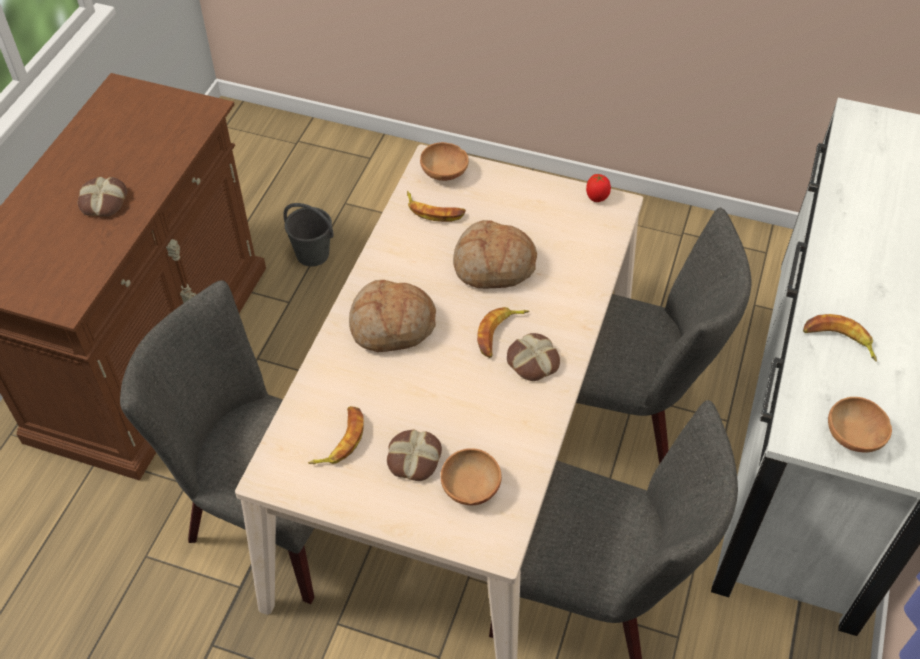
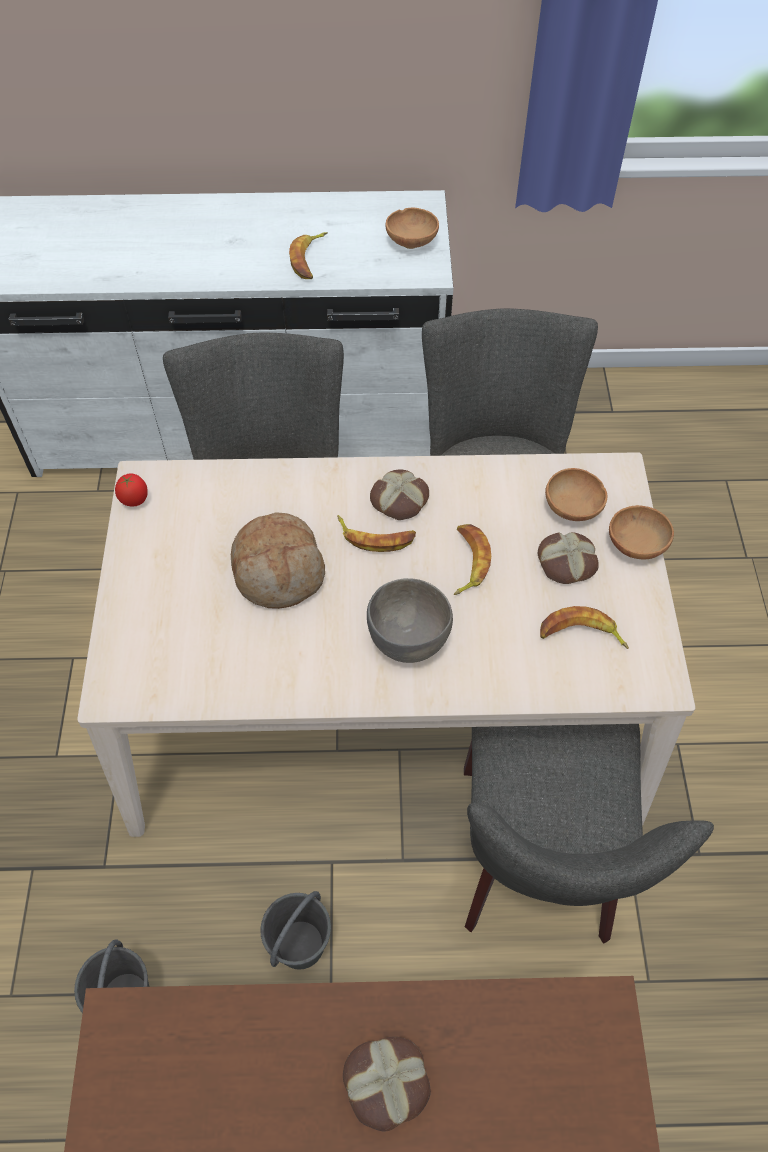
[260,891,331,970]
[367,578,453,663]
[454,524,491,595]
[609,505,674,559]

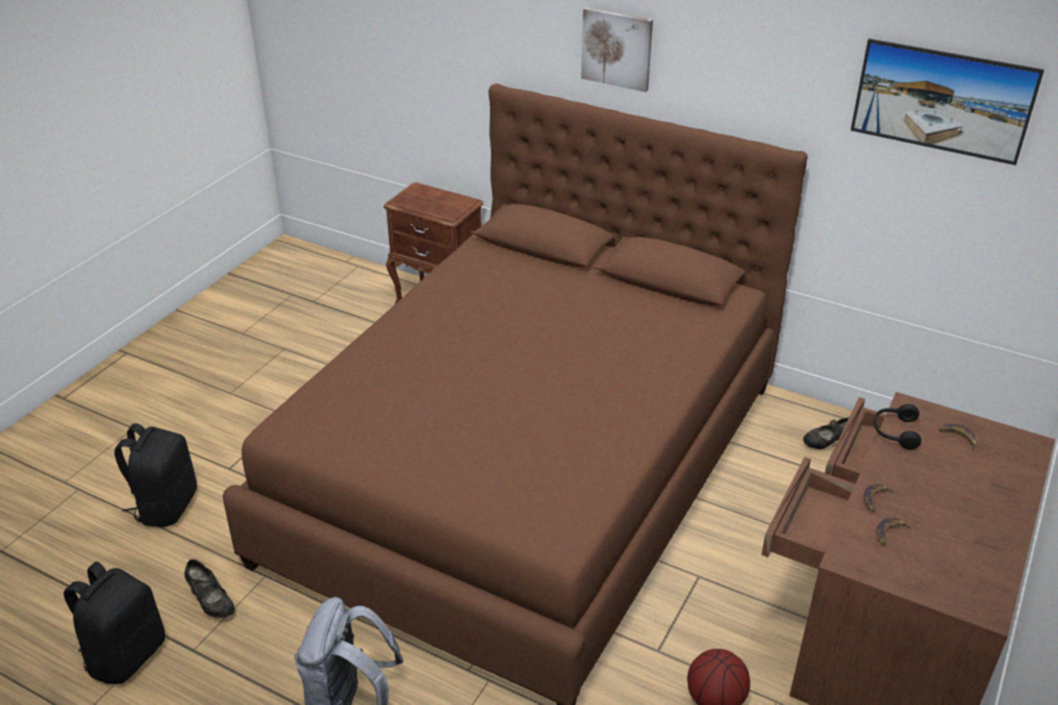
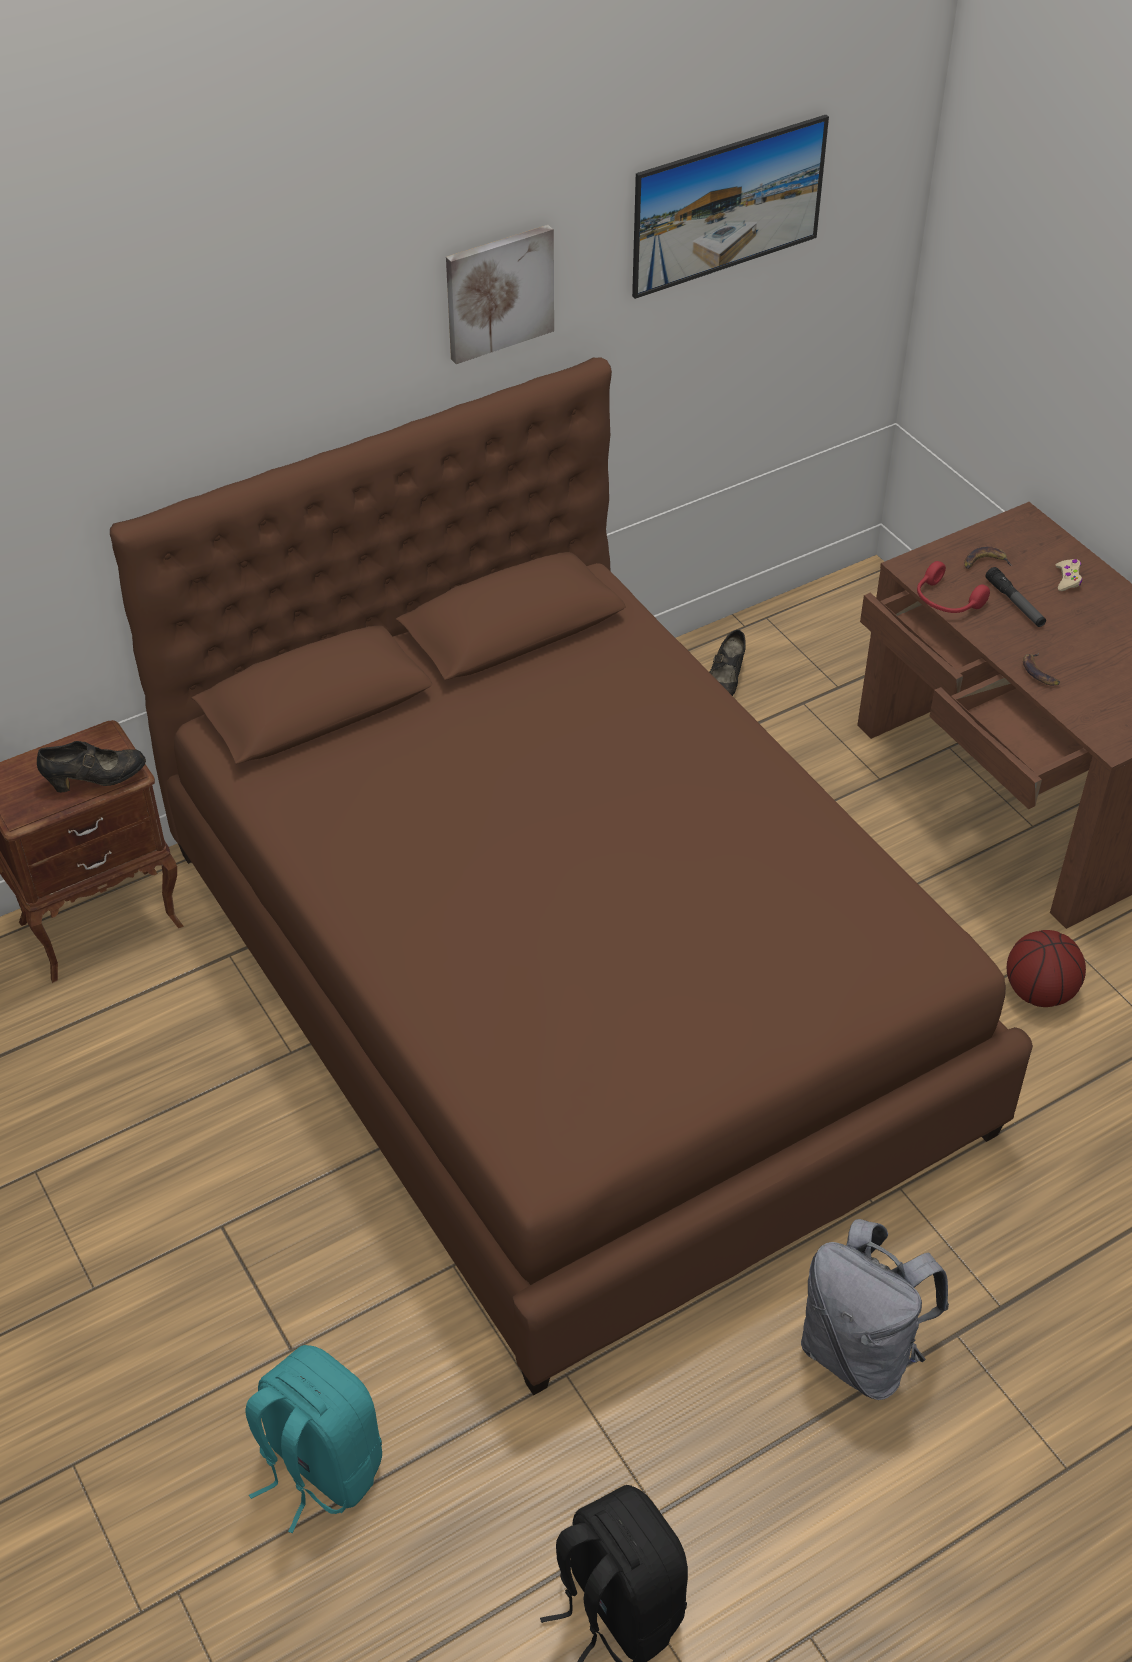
[37,741,146,793]
[245,1345,382,1533]
[446,225,554,364]
[917,561,990,613]
[986,567,1046,627]
[1056,559,1082,591]
[876,517,913,545] (first image)

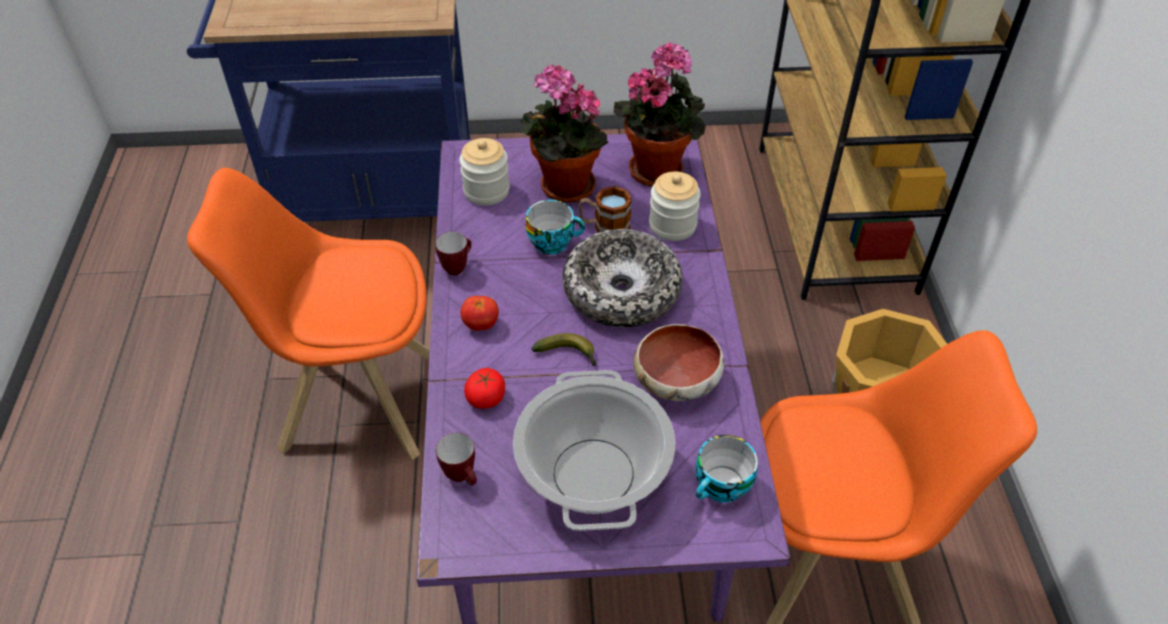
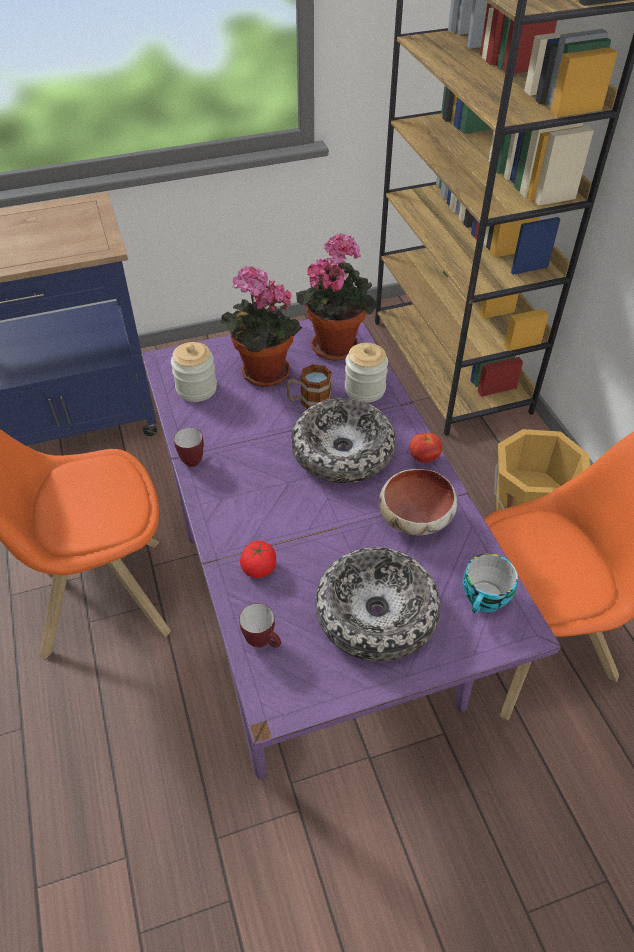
[315,547,440,662]
[410,433,442,463]
[525,200,585,255] (first image)
[531,333,597,366] (first image)

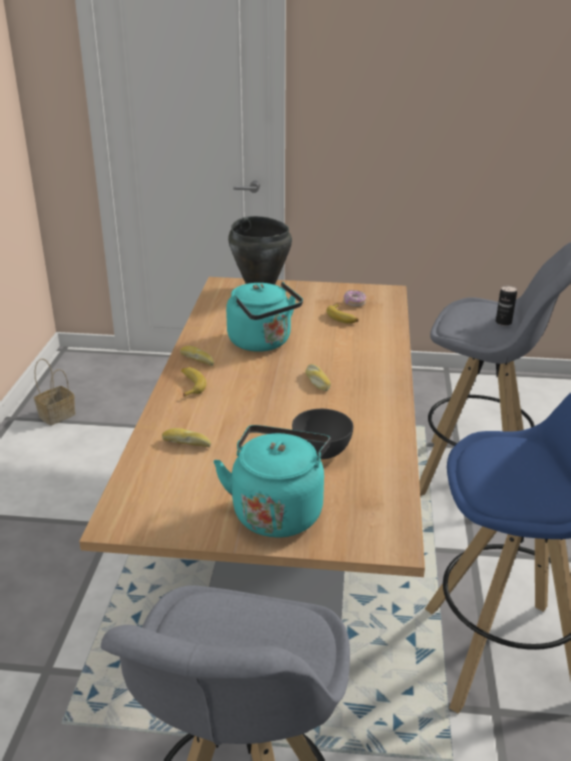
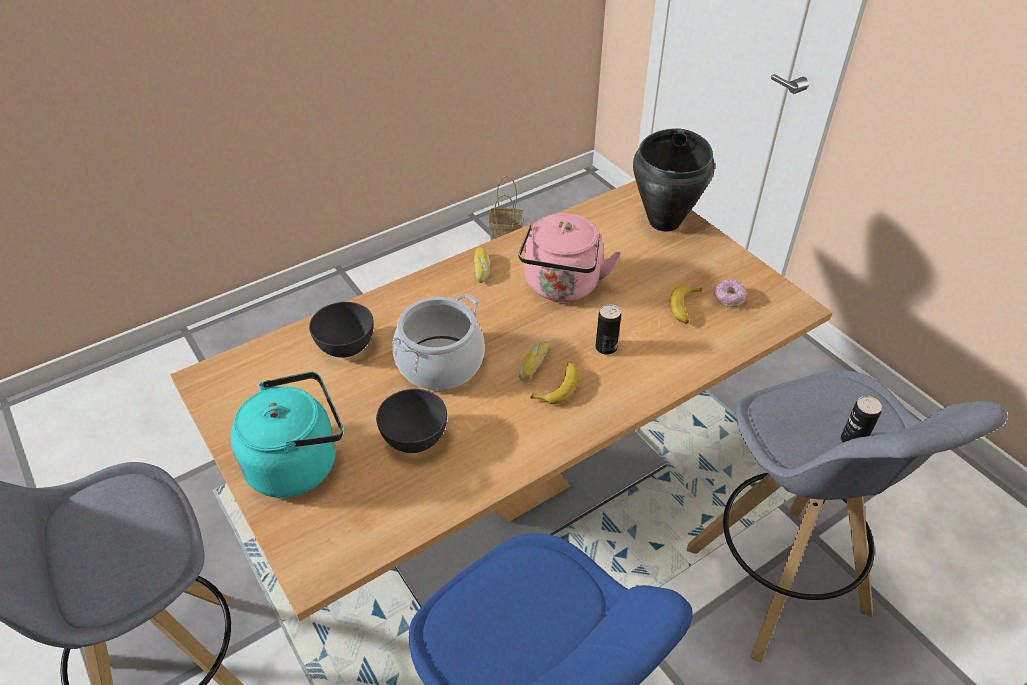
[309,302,374,358]
[392,294,485,390]
[518,213,621,302]
[530,361,579,404]
[595,304,621,355]

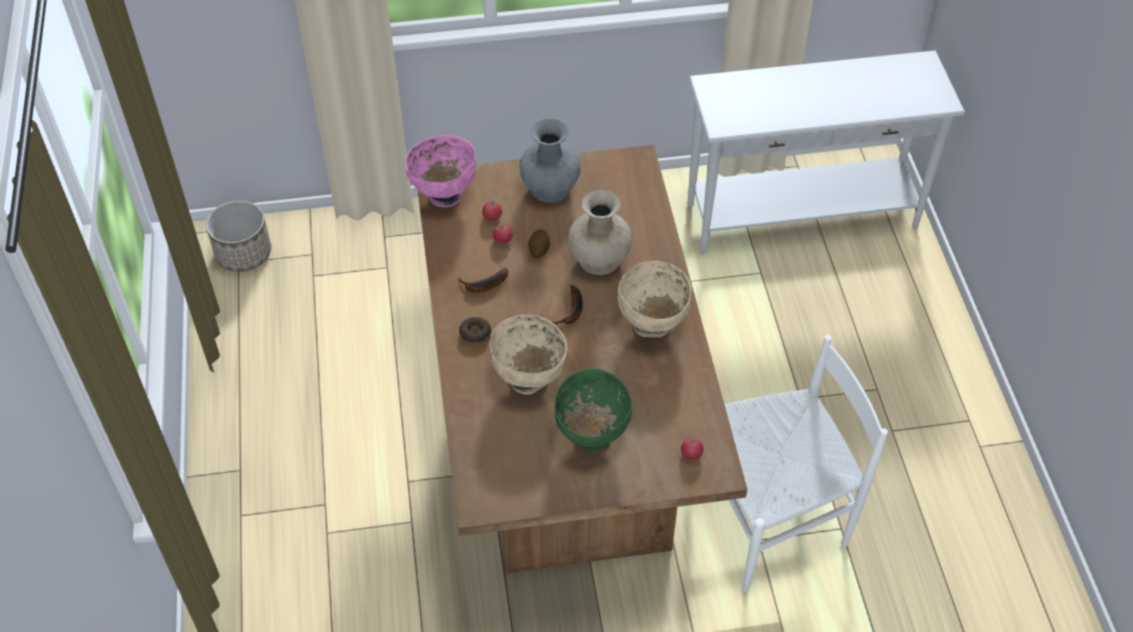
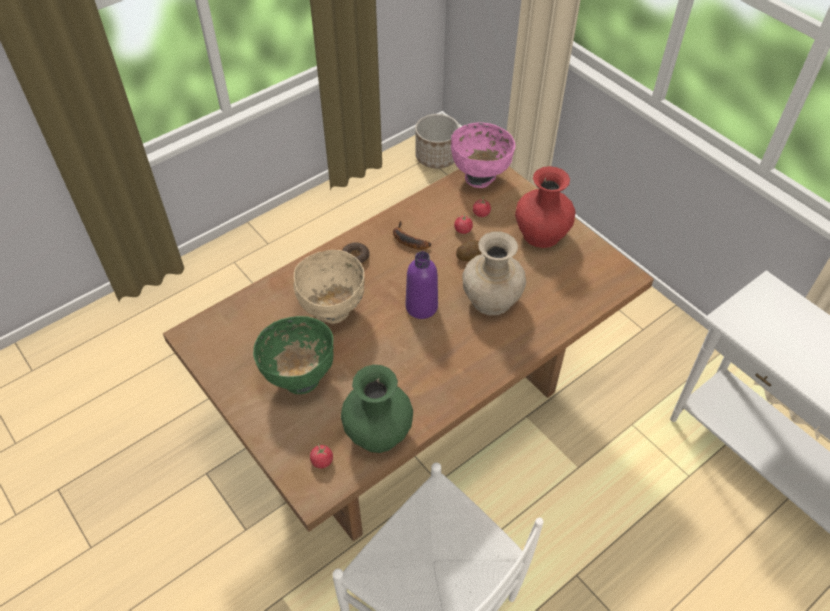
[341,364,413,453]
[406,251,438,319]
[515,166,576,248]
[618,261,691,337] (first image)

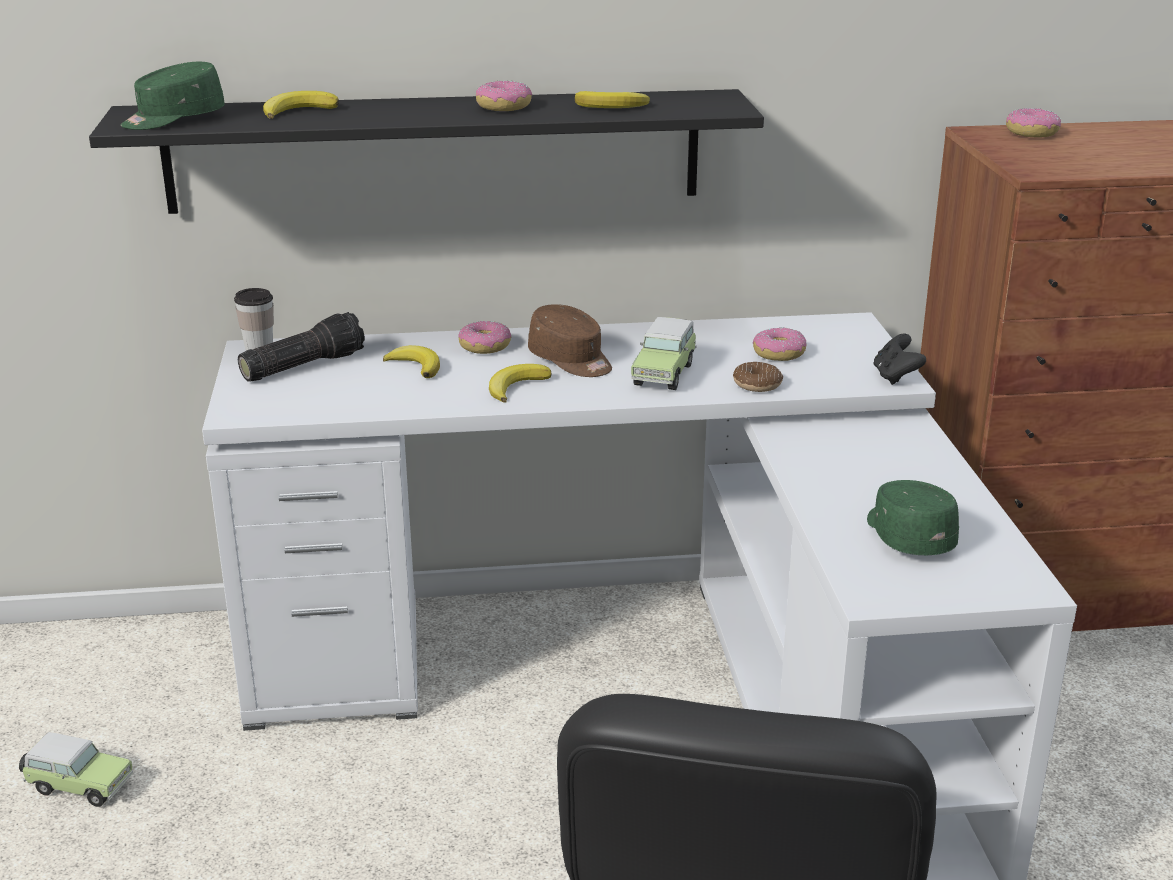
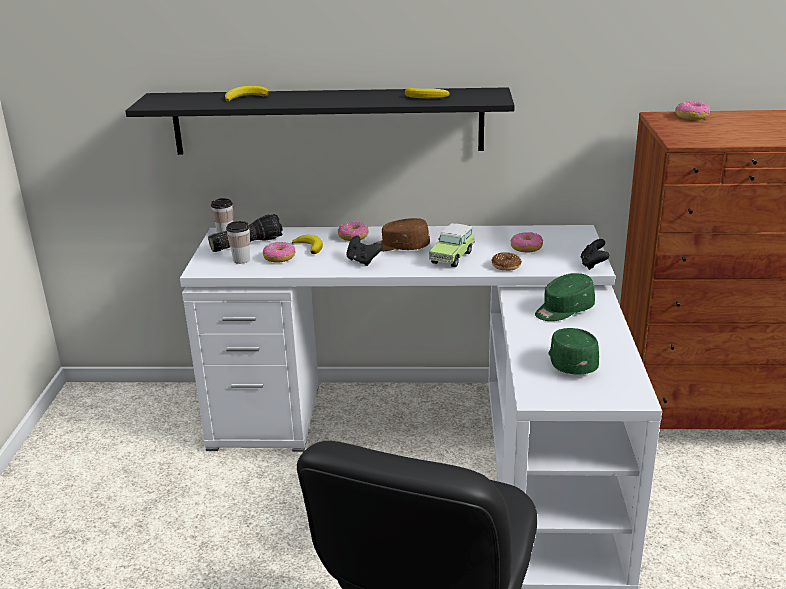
[226,221,250,264]
[263,242,295,263]
[346,235,383,266]
[373,218,430,251]
[535,273,595,321]
[19,732,133,807] (first image)

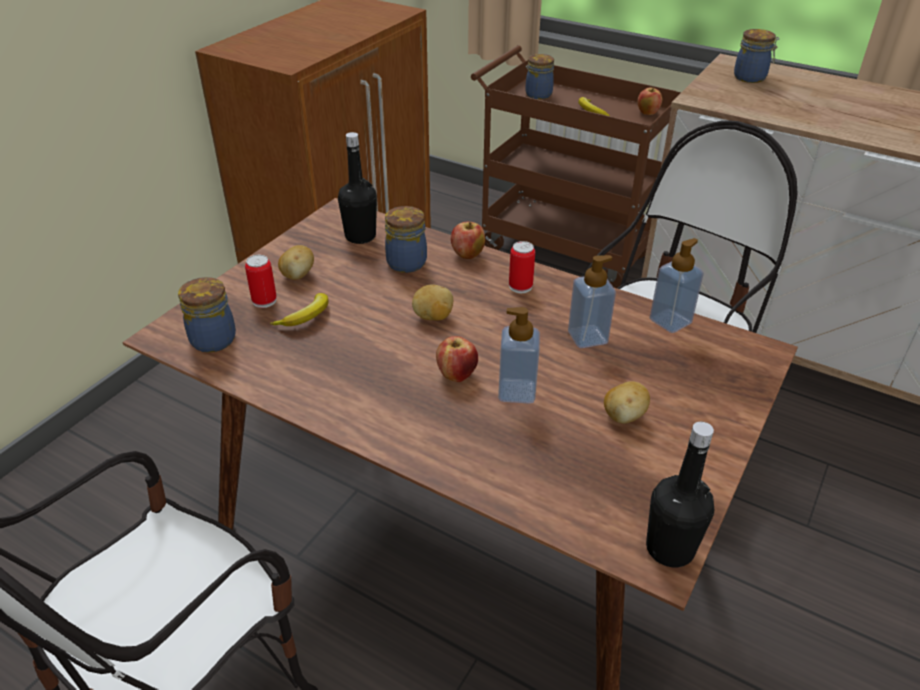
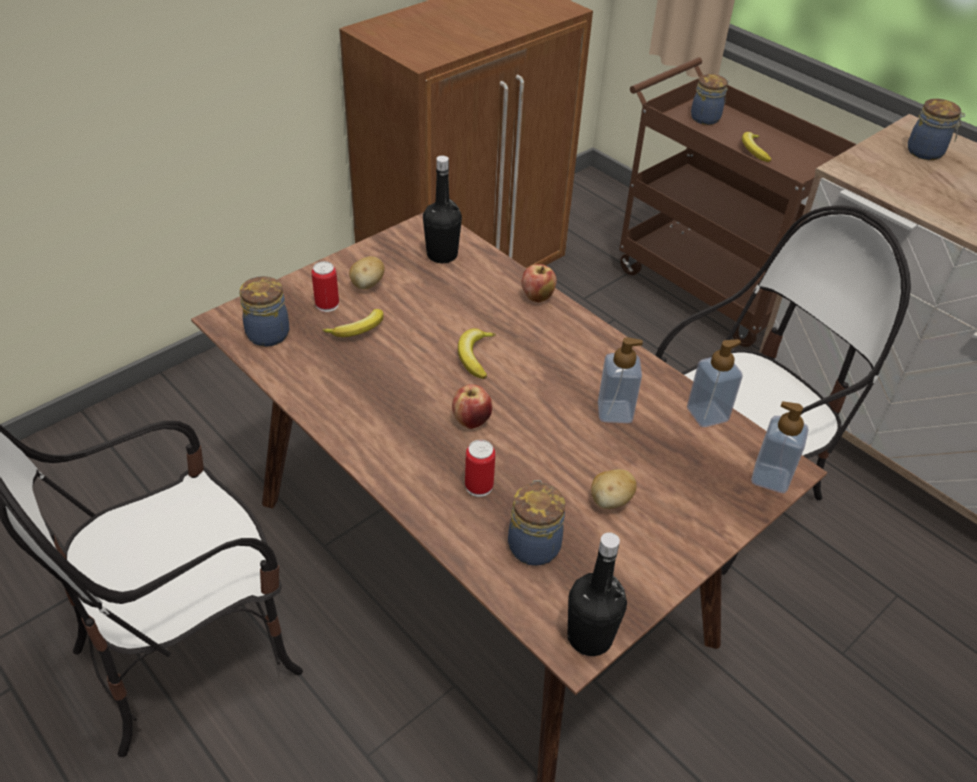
[458,328,496,379]
[465,440,495,497]
[508,480,565,566]
[751,401,809,493]
[638,87,662,115] (first image)

